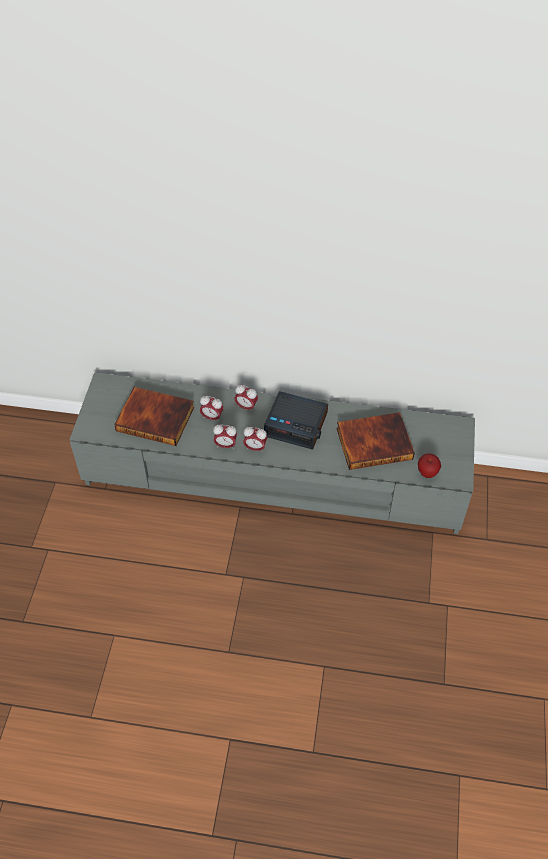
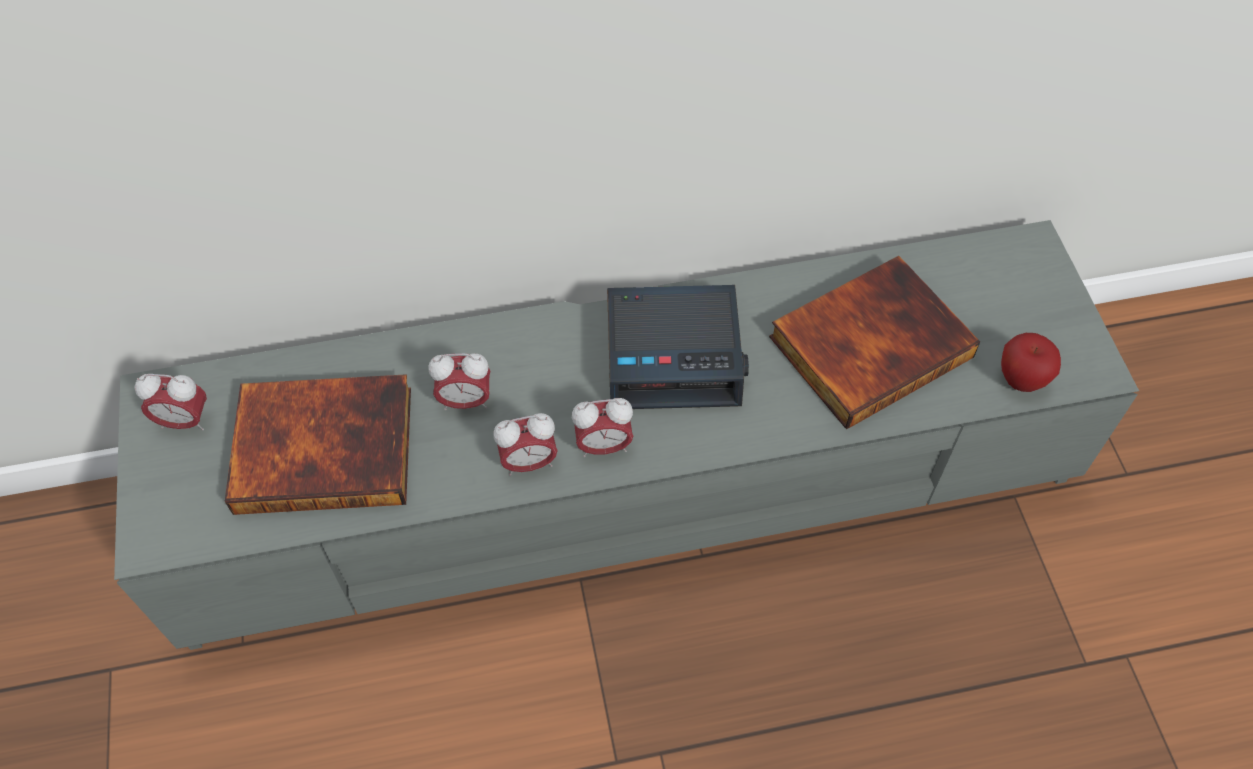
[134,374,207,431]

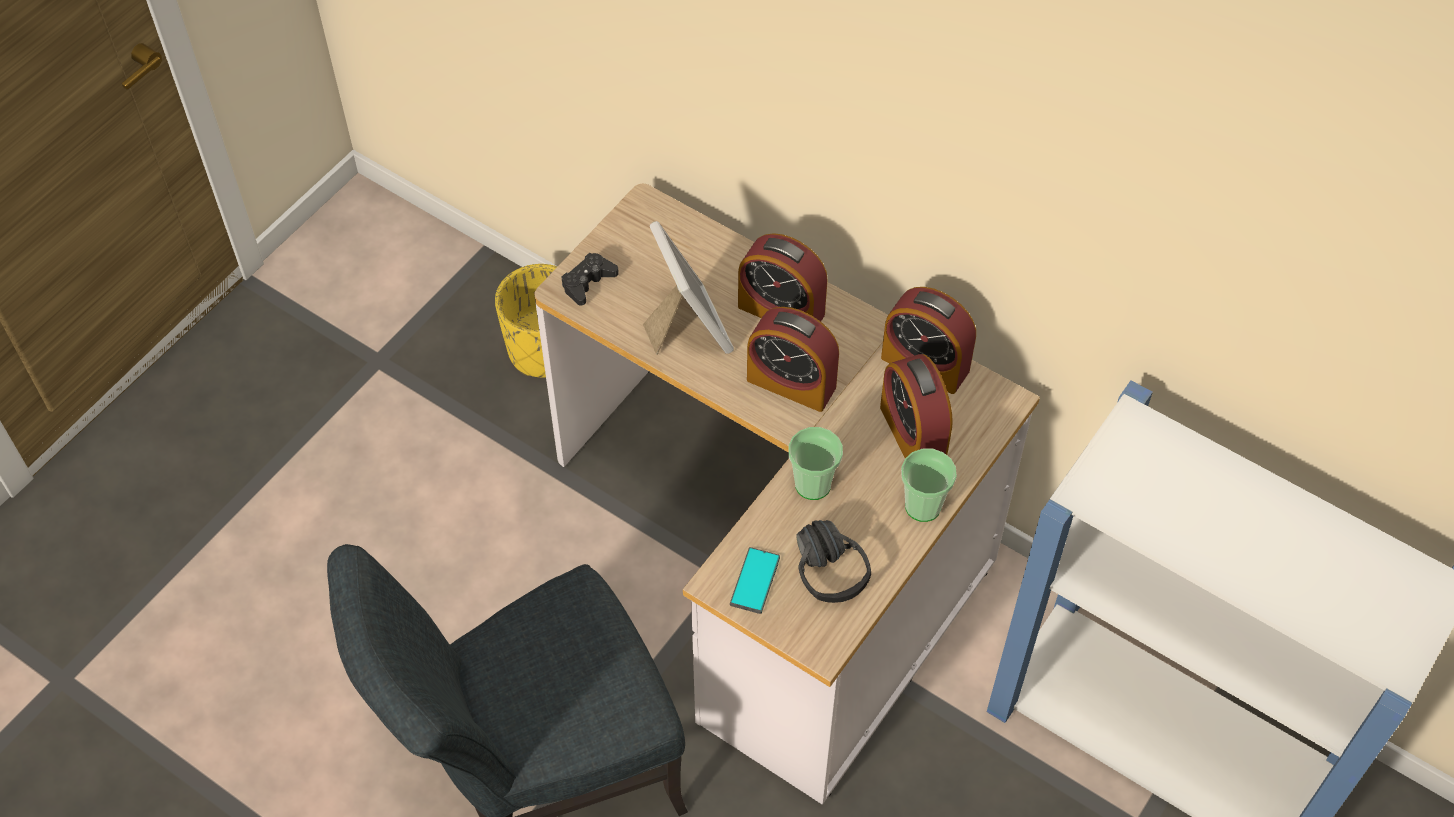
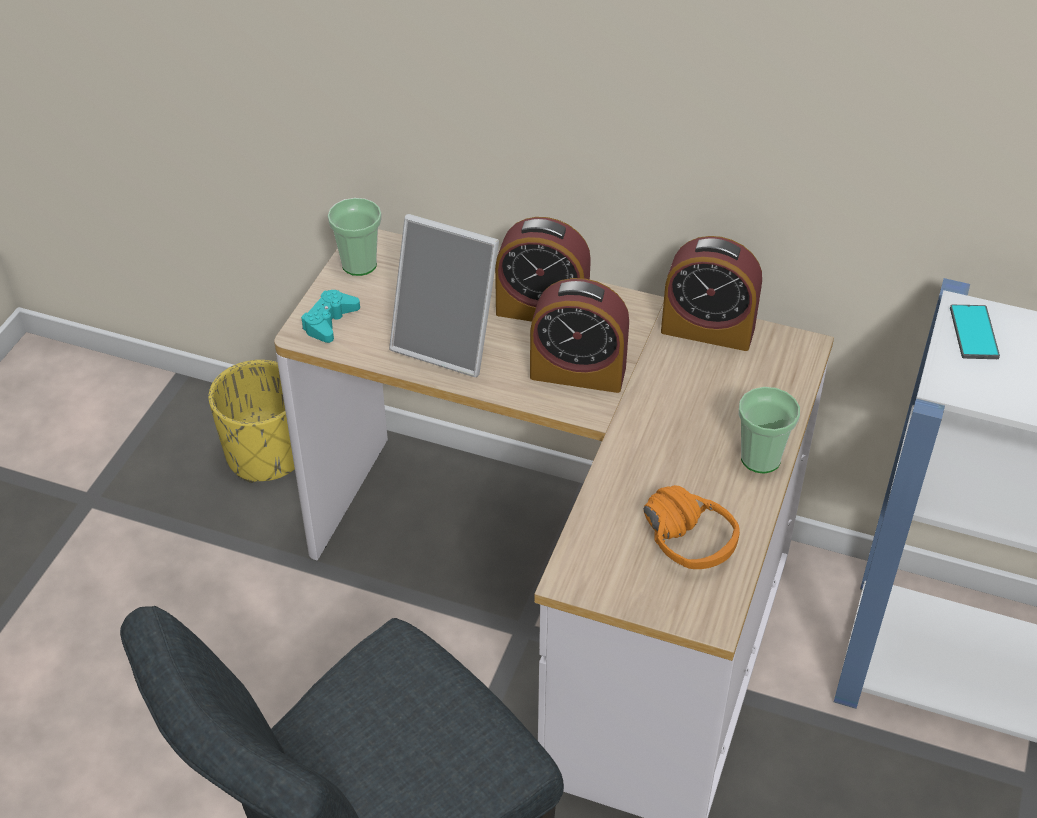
[301,290,360,343]
[328,198,382,276]
[389,214,499,377]
[643,485,740,569]
[950,305,1000,359]
[880,354,953,458] (first image)

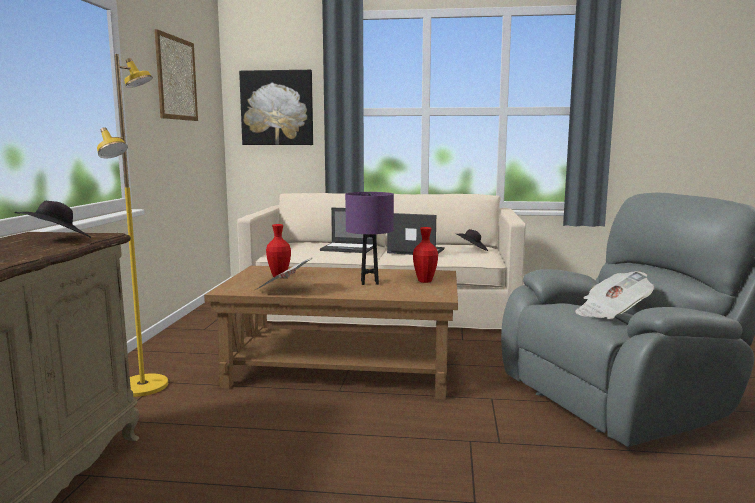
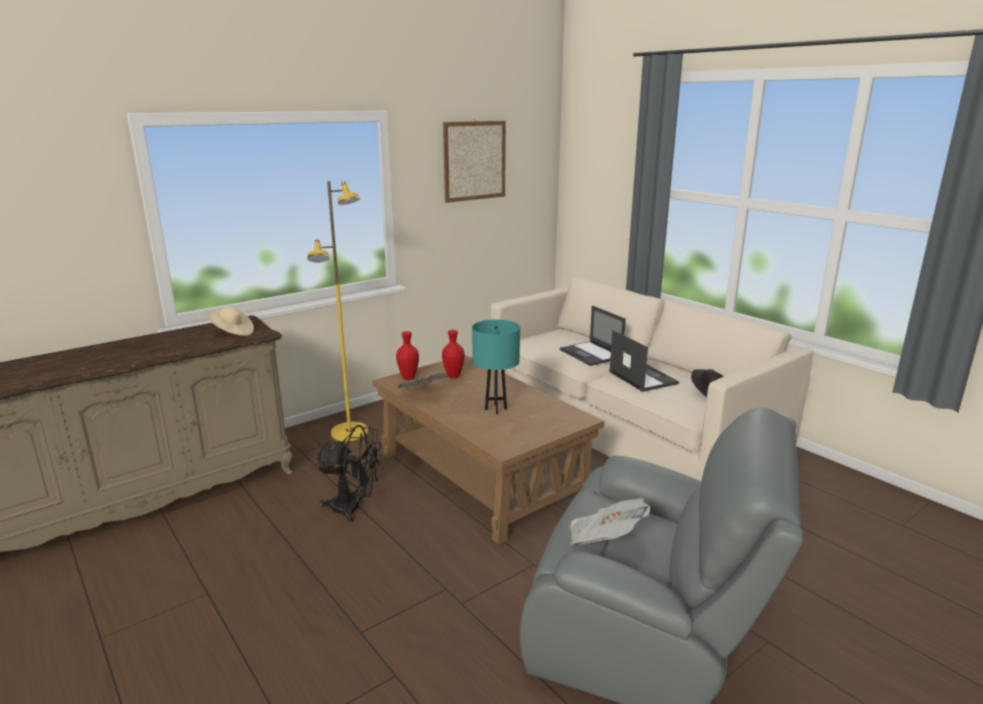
[208,306,254,336]
[315,425,381,522]
[396,331,419,380]
[472,319,520,414]
[239,70,313,145] (first image)

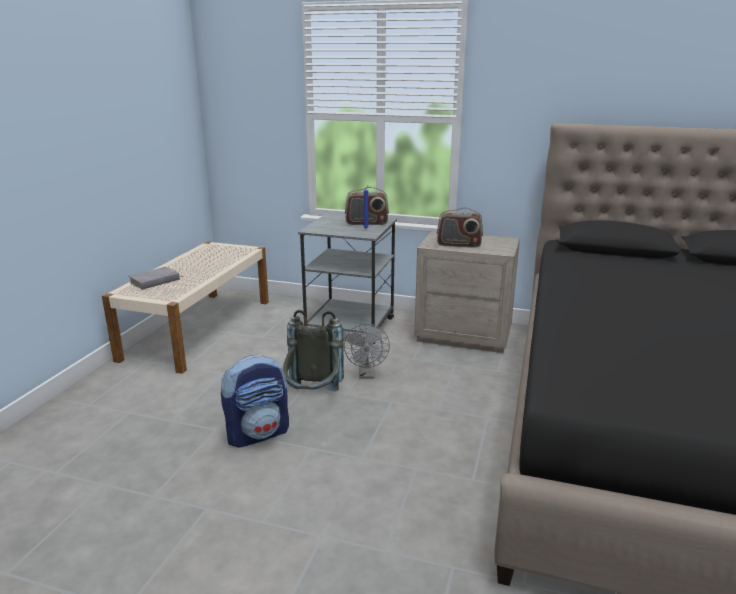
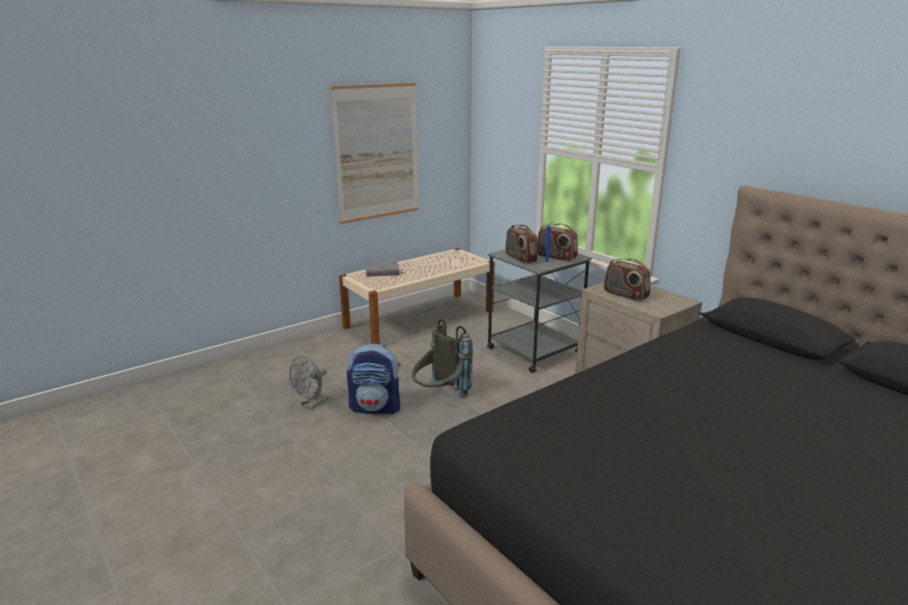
[289,356,329,409]
[330,83,419,224]
[506,225,538,264]

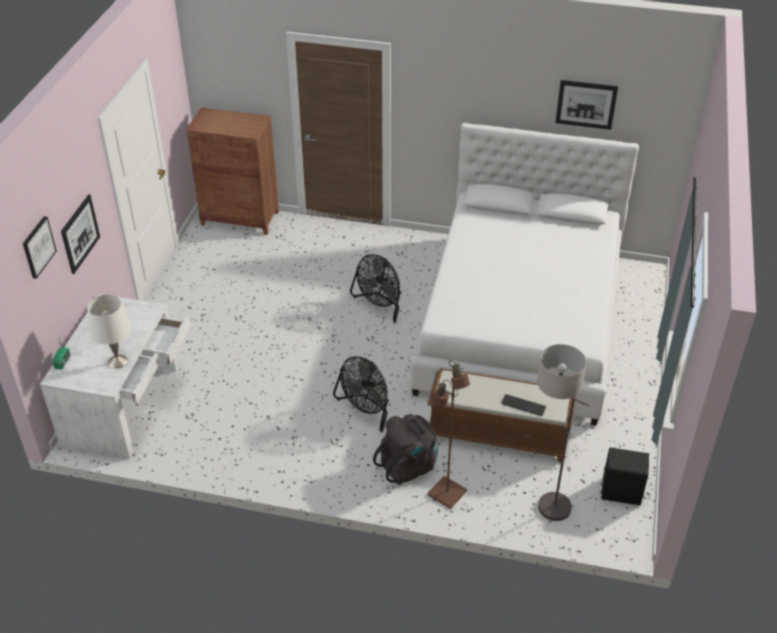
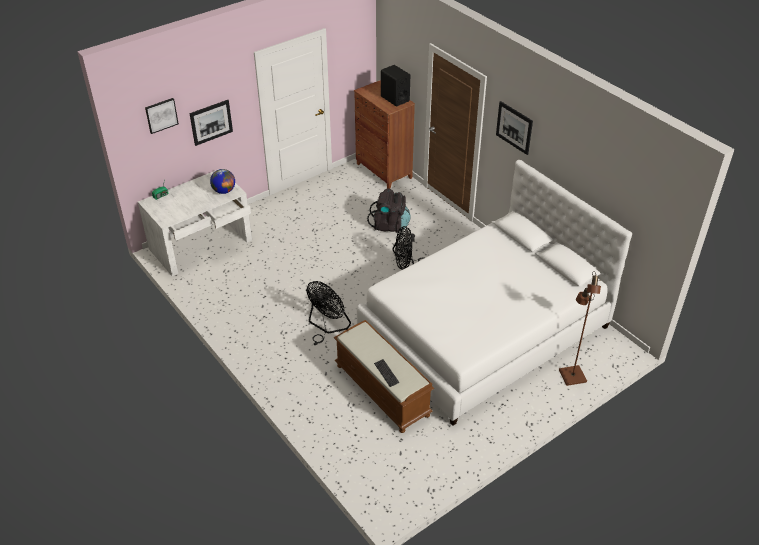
[210,169,235,194]
[305,281,351,345]
[367,189,411,233]
[381,65,410,106]
[496,101,533,155]
[559,271,601,386]
[87,294,131,369] (first image)
[537,344,589,521] (first image)

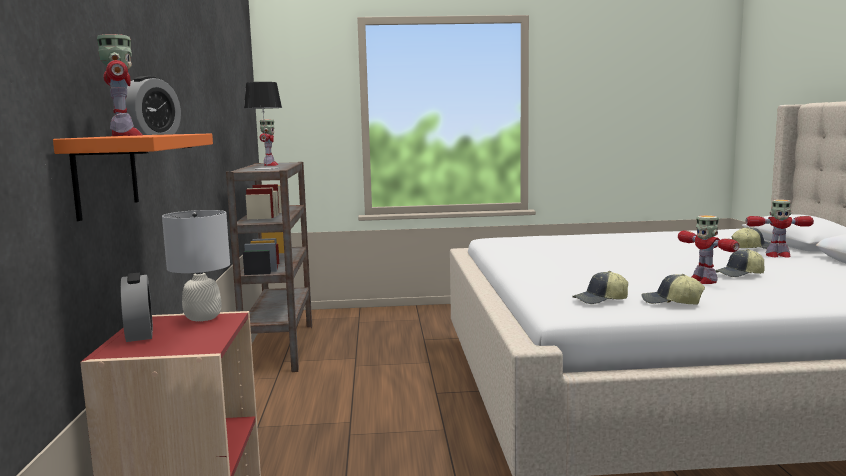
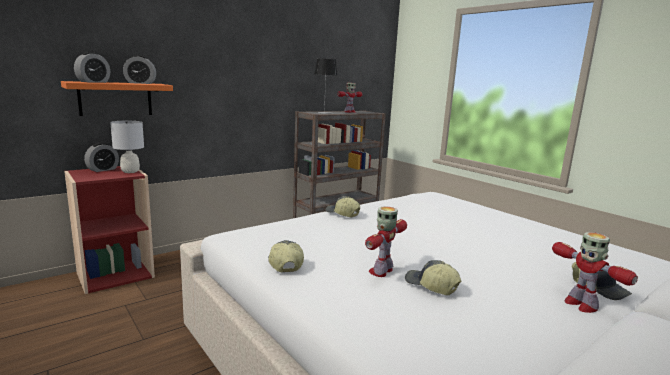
[74,52,110,83]
[326,196,360,217]

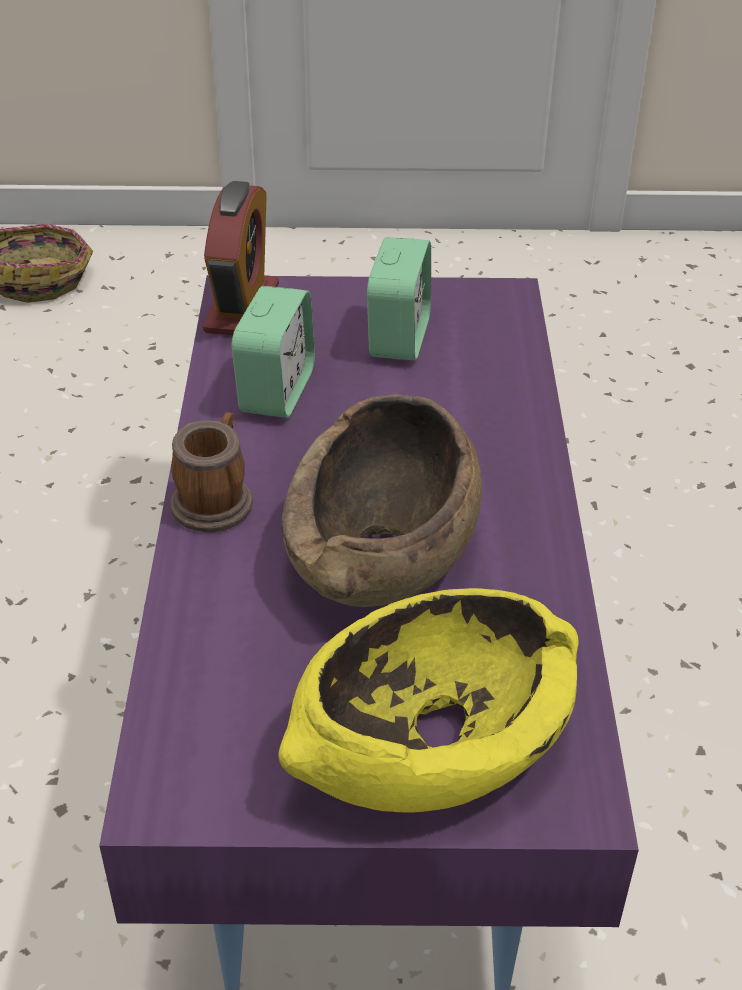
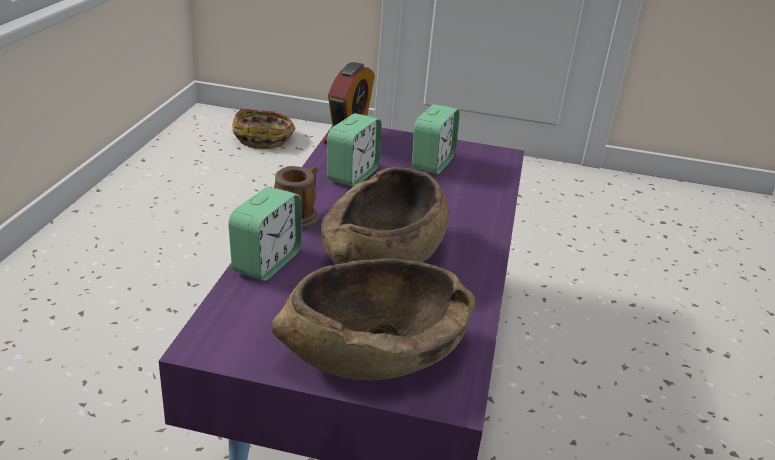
[228,187,302,281]
[271,259,475,380]

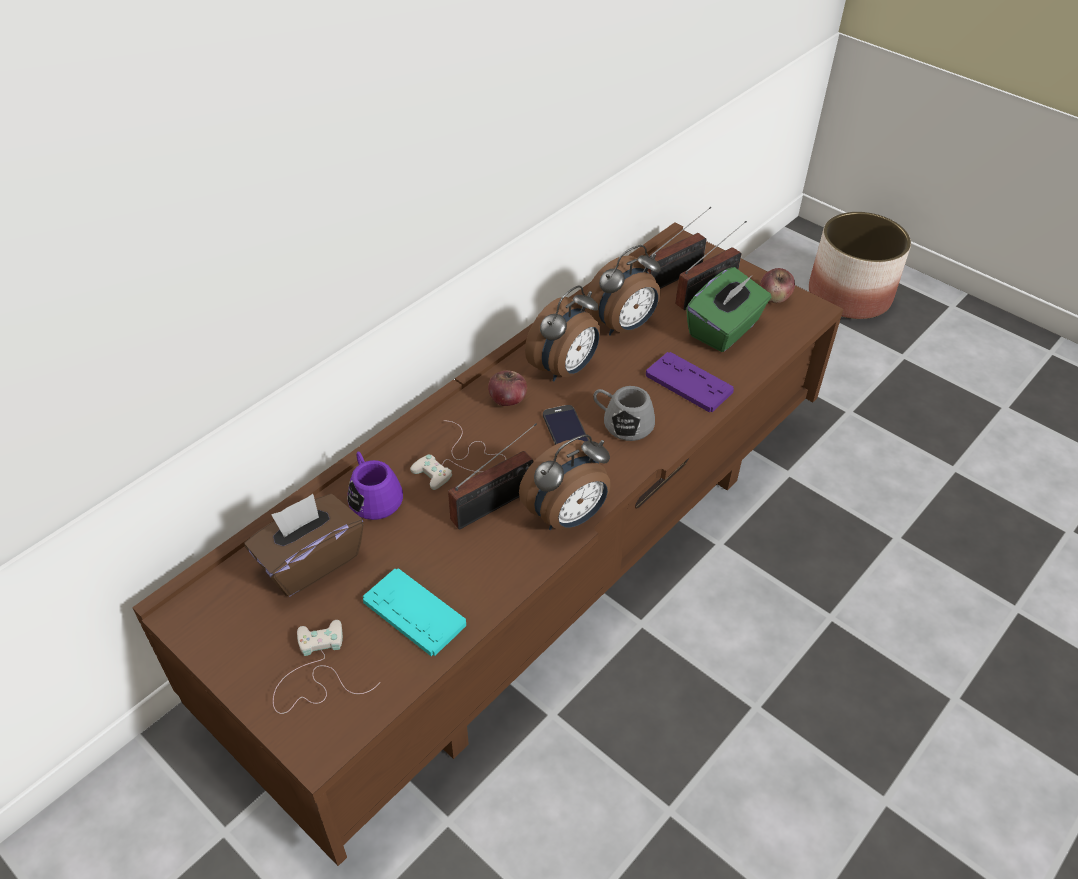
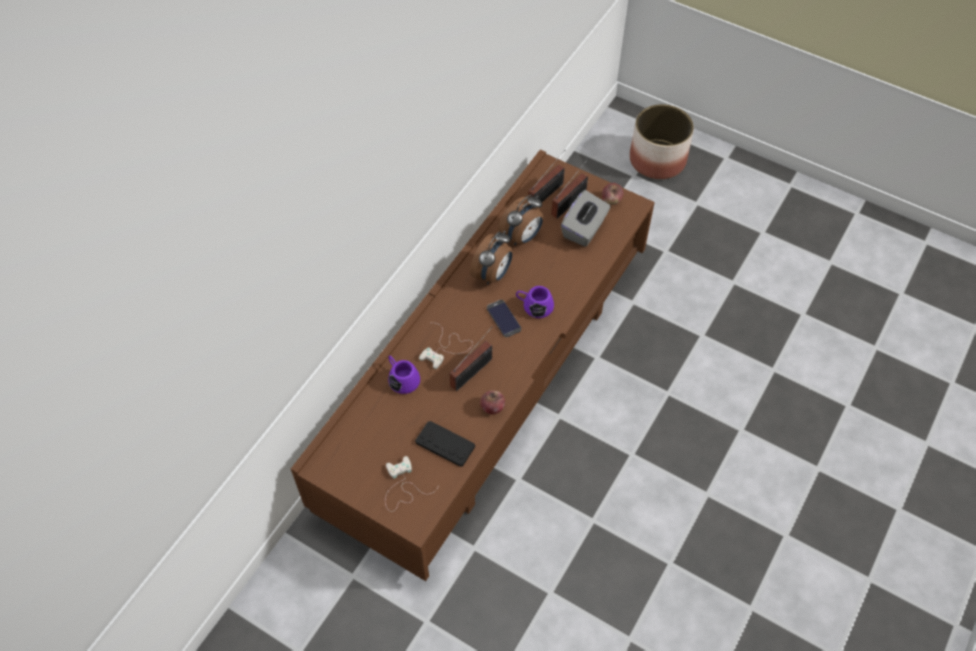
[415,421,475,467]
[480,390,505,414]
[516,286,554,318]
[561,190,611,247]
[244,494,364,596] (first image)
[519,435,611,530] (first image)
[646,352,734,412] (first image)

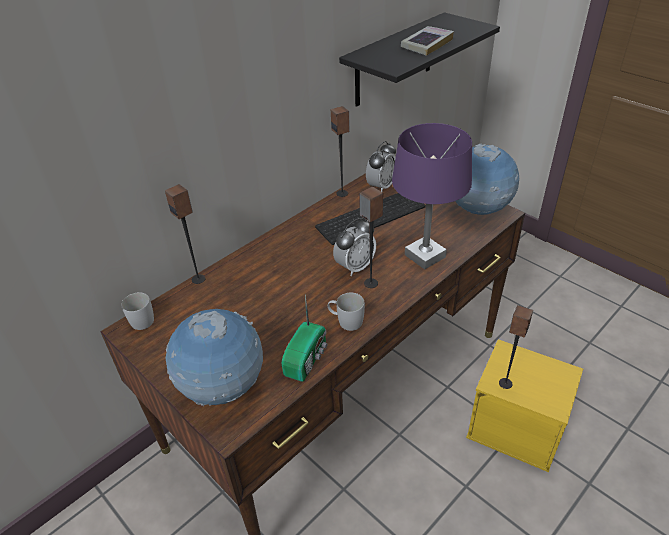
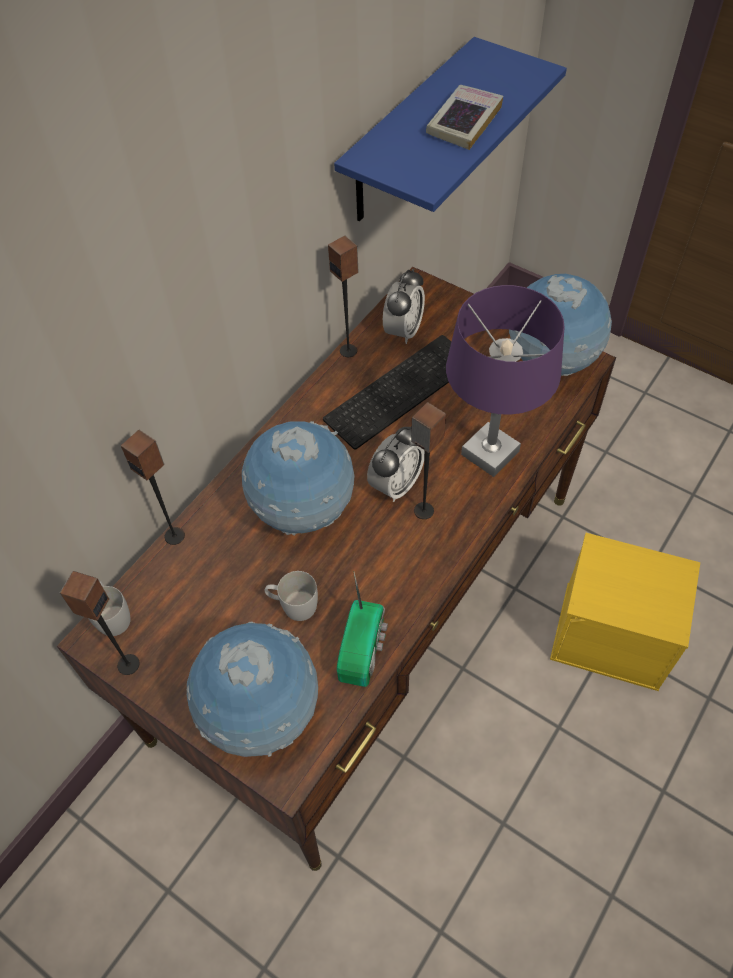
[60,571,140,675]
[242,421,354,535]
[265,571,318,621]
[334,37,567,221]

